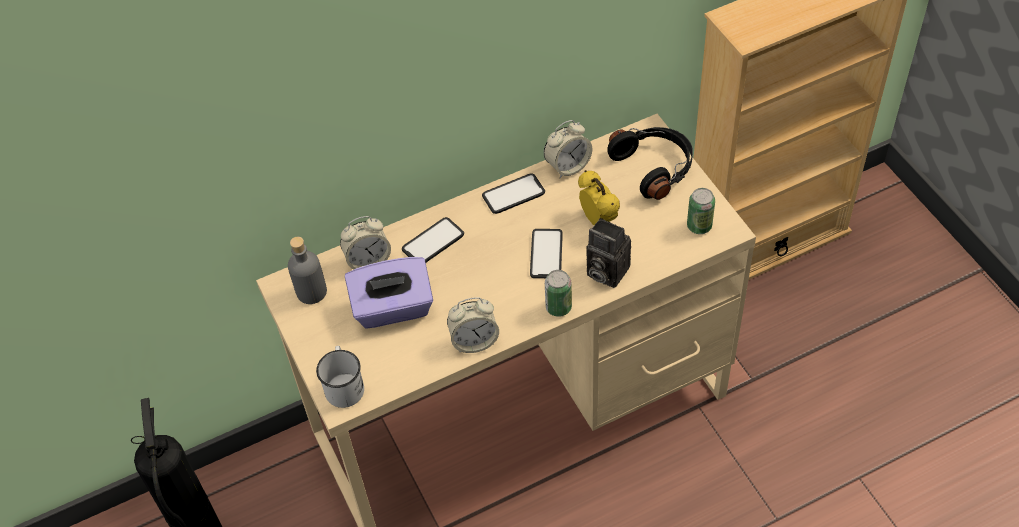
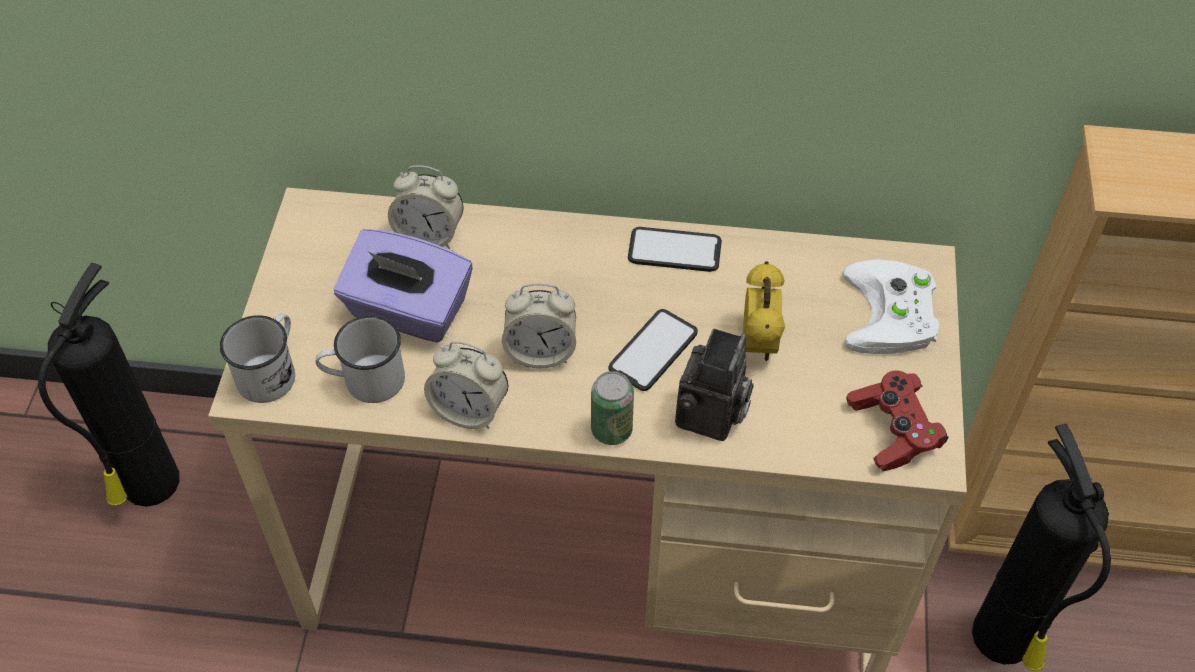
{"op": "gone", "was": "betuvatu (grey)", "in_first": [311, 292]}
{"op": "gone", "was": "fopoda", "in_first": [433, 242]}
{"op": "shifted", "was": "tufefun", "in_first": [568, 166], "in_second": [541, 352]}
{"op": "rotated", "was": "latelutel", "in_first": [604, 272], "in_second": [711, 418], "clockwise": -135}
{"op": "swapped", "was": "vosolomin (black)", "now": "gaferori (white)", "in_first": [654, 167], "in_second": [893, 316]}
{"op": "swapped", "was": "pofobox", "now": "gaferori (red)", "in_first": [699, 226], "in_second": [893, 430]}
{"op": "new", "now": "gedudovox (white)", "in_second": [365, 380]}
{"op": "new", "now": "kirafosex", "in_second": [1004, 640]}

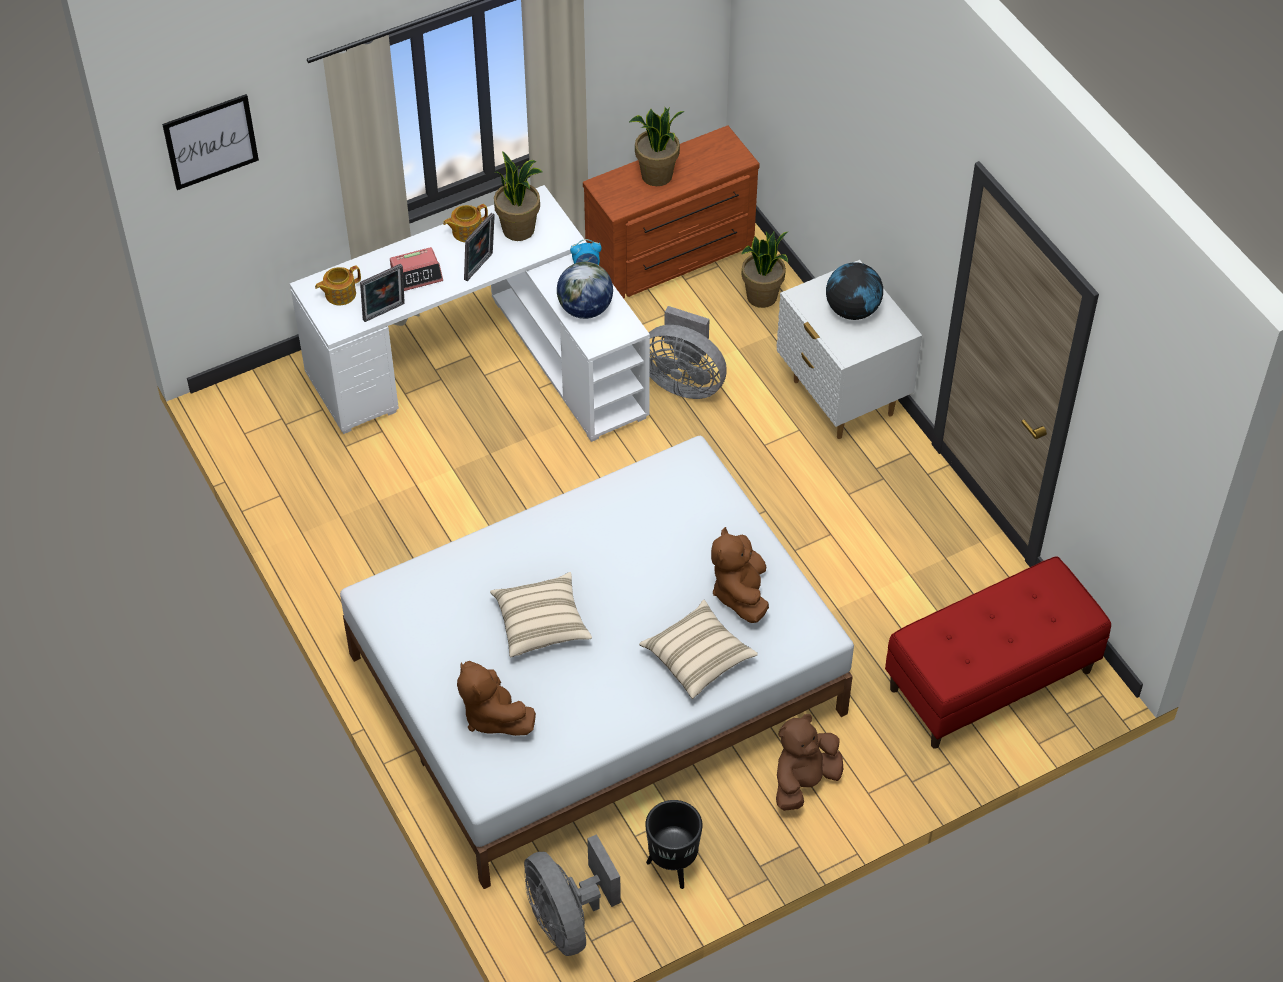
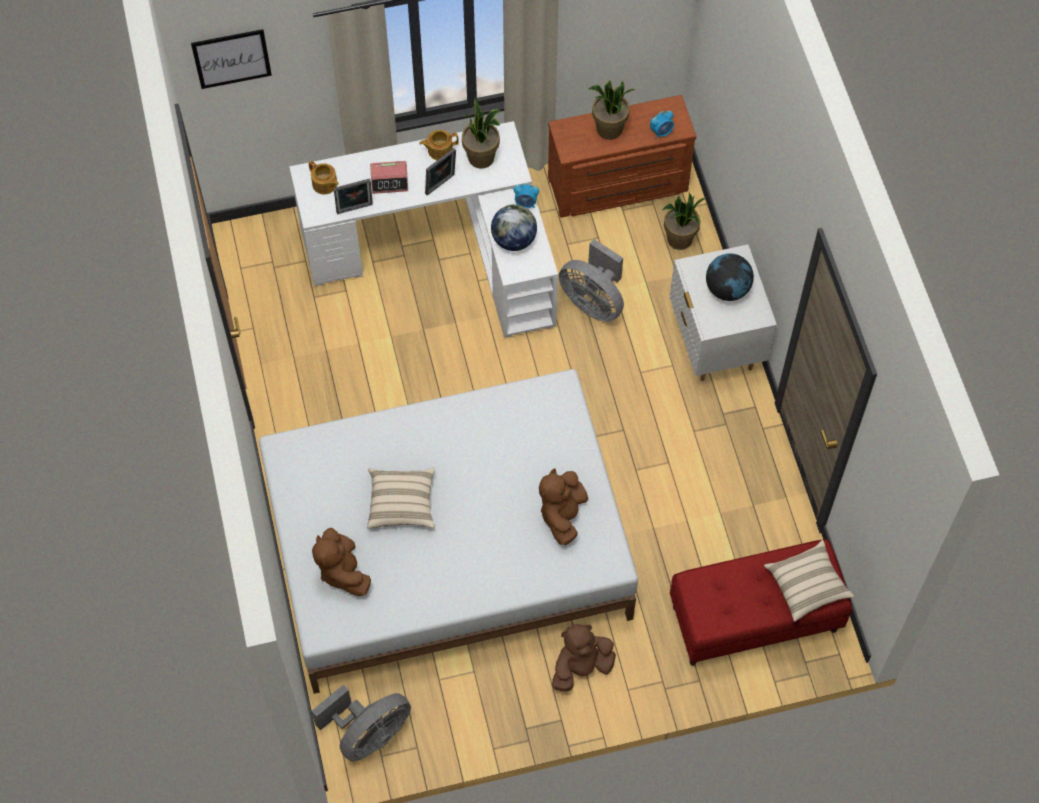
{"op": "rotated", "was": "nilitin", "in_first": [339, 294], "in_second": [325, 184], "clockwise": -120}
{"op": "rotated", "was": "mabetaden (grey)", "in_first": [567, 919], "in_second": [368, 734], "clockwise": -120}
{"op": "shifted", "was": "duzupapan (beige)", "in_first": [698, 658], "in_second": [806, 586]}
{"op": "gone", "was": "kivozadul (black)", "in_first": [674, 866]}
{"op": "new", "now": "tufefun", "in_second": [661, 132]}

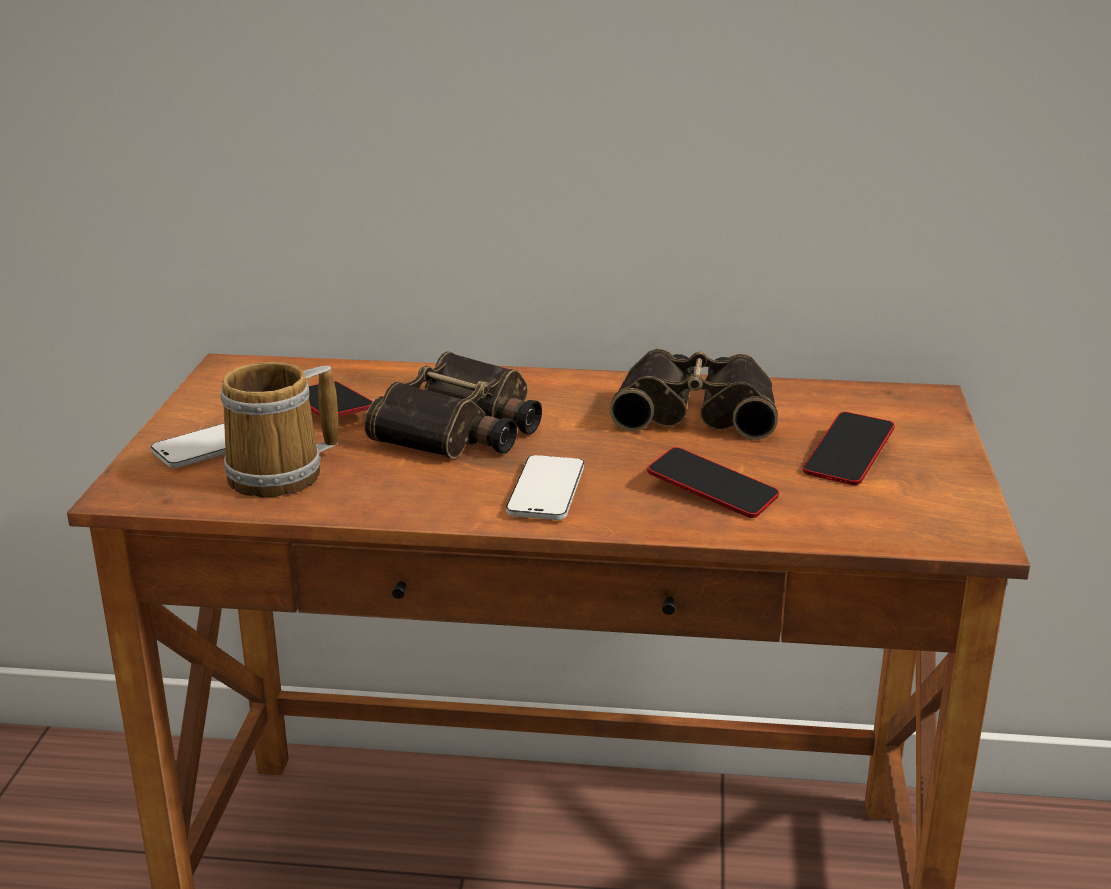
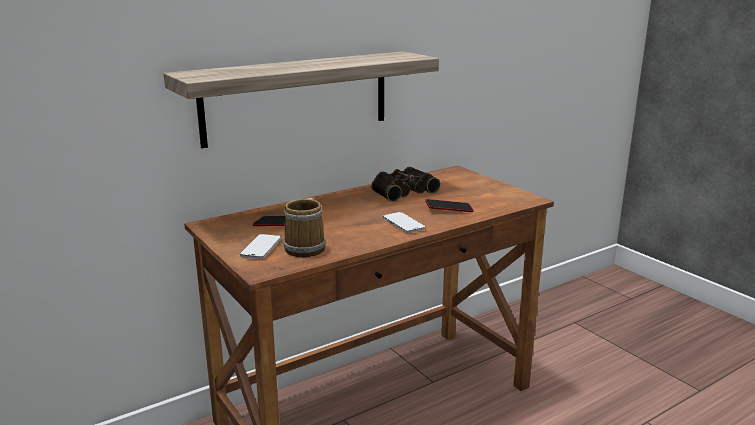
{"op": "gone", "was": "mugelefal", "in_first": [462, 428]}
{"op": "gone", "was": "fopoda", "in_first": [848, 456]}
{"op": "new", "now": "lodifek", "in_second": [297, 97]}

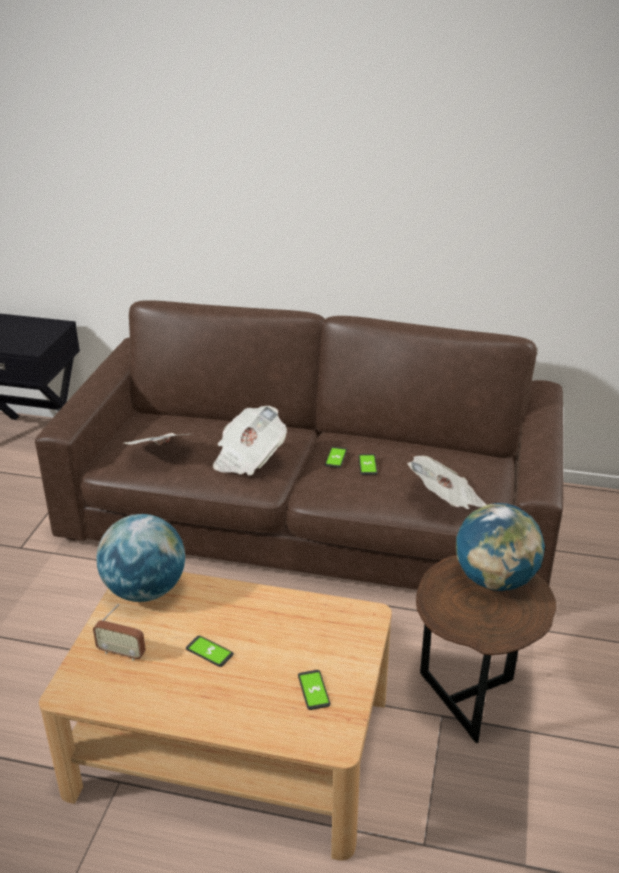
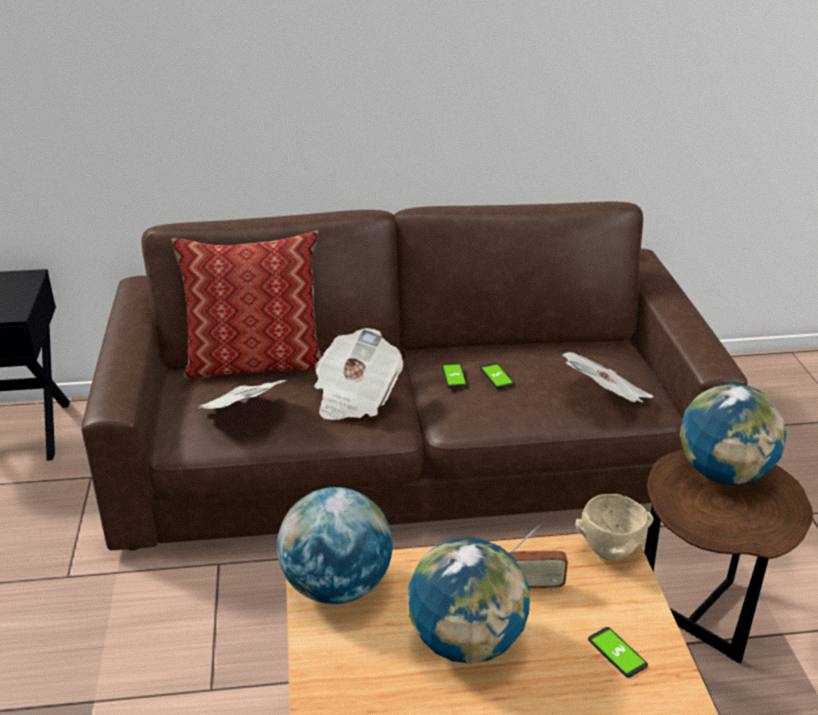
{"op": "shifted", "was": "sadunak", "in_first": [121, 653], "in_second": [533, 586]}
{"op": "swapped", "was": "fopoda", "now": "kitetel", "in_first": [209, 652], "in_second": [466, 641]}
{"op": "new", "now": "duzupapan", "in_second": [255, 362]}
{"op": "new", "now": "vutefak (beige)", "in_second": [608, 552]}

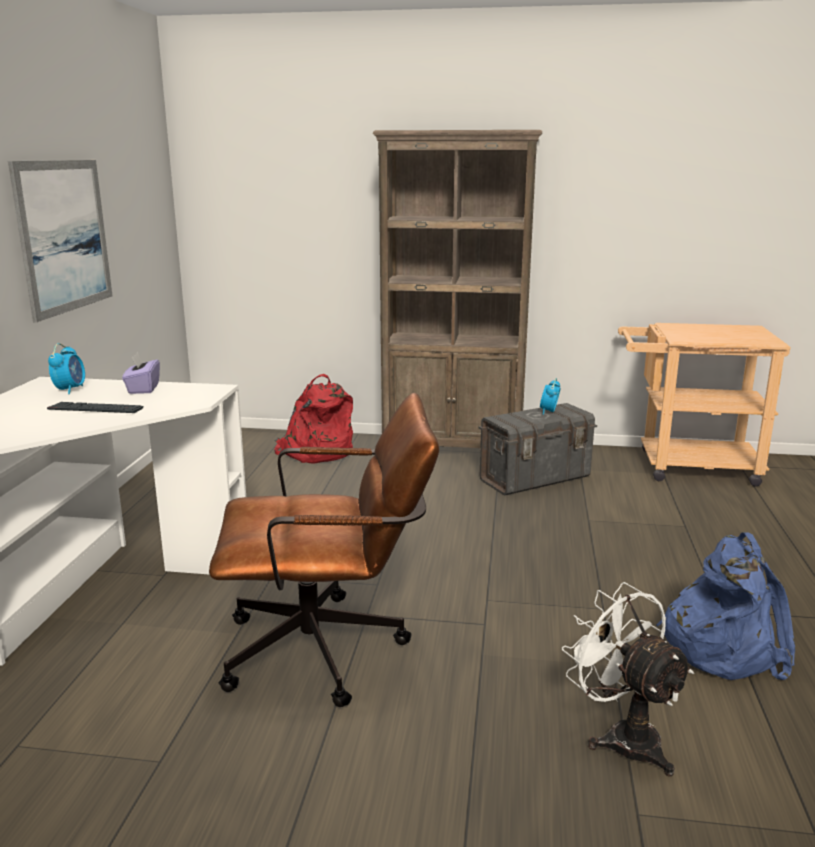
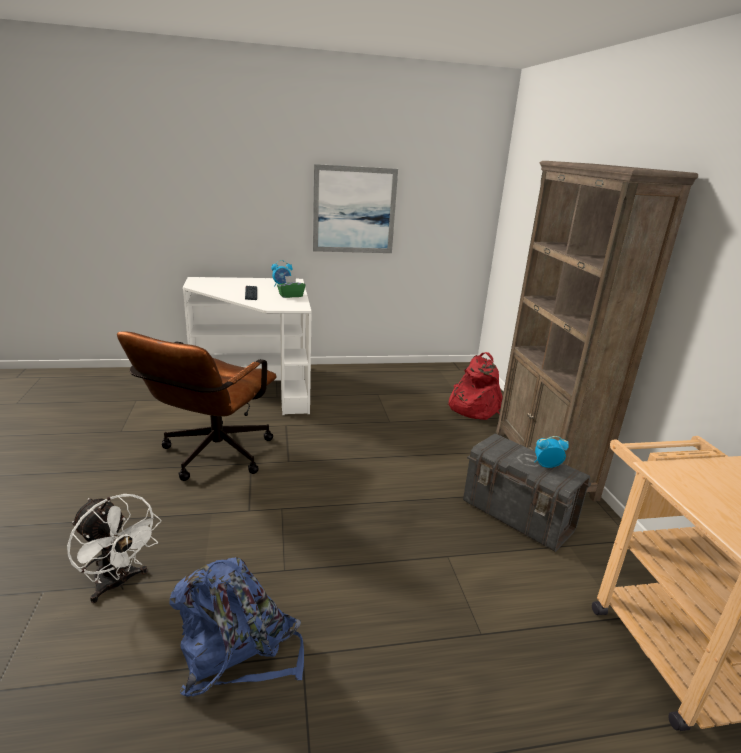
{"op": "repainted", "was": "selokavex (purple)", "now": "selokavex (green)", "in_first": [143, 389], "in_second": [291, 295]}
{"op": "rotated", "was": "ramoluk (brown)", "in_first": [330, 649], "in_second": [211, 457], "clockwise": 45}
{"op": "rotated", "was": "mabetaden (white)", "in_first": [623, 736], "in_second": [118, 584], "clockwise": 90}

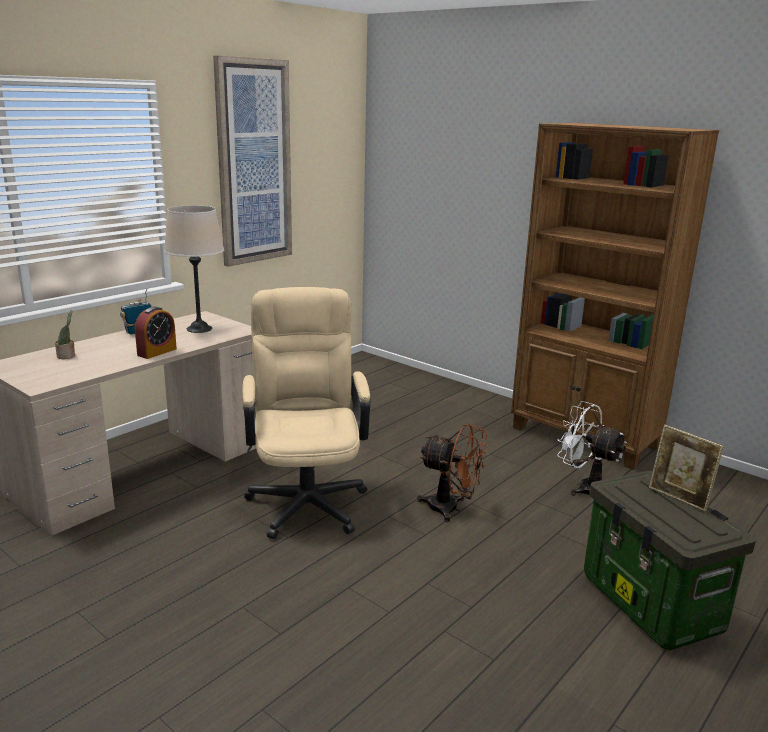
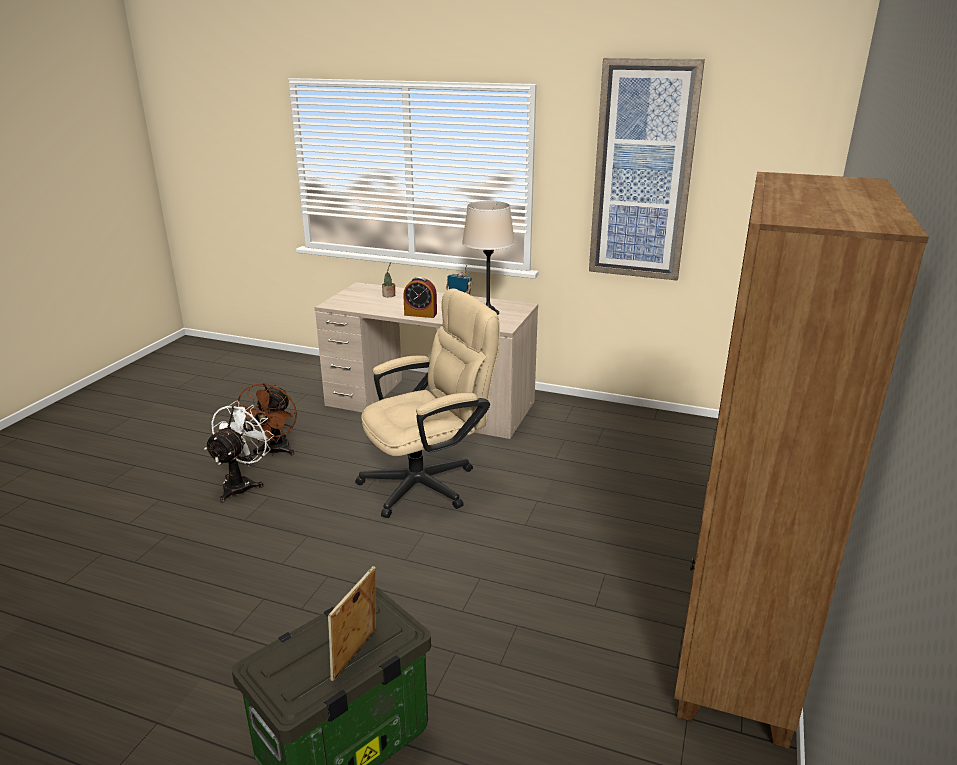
{"op": "shifted", "was": "mabetaden (brown)", "in_first": [451, 509], "in_second": [274, 452]}
{"op": "shifted", "was": "mabetaden (white)", "in_first": [585, 488], "in_second": [242, 484]}

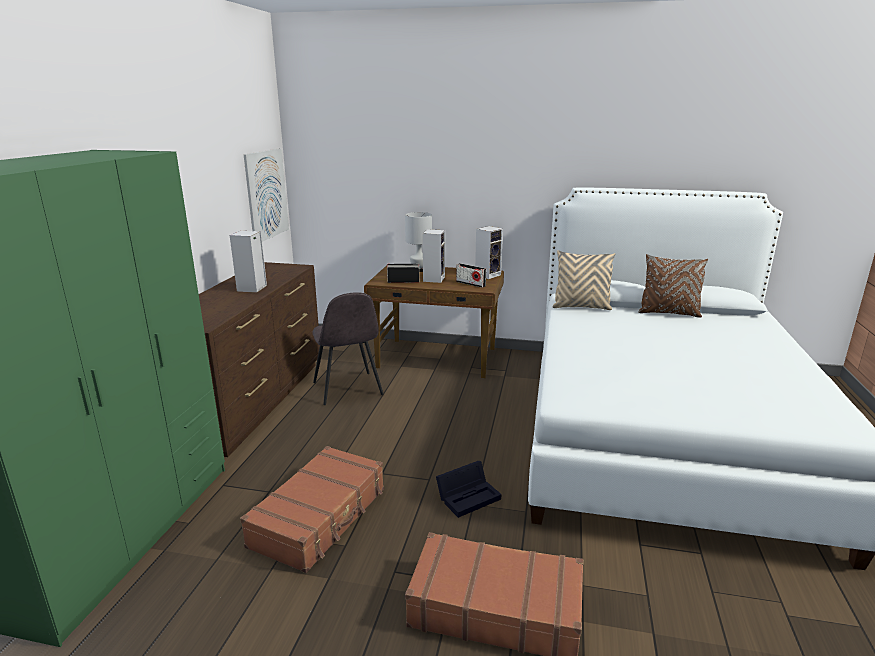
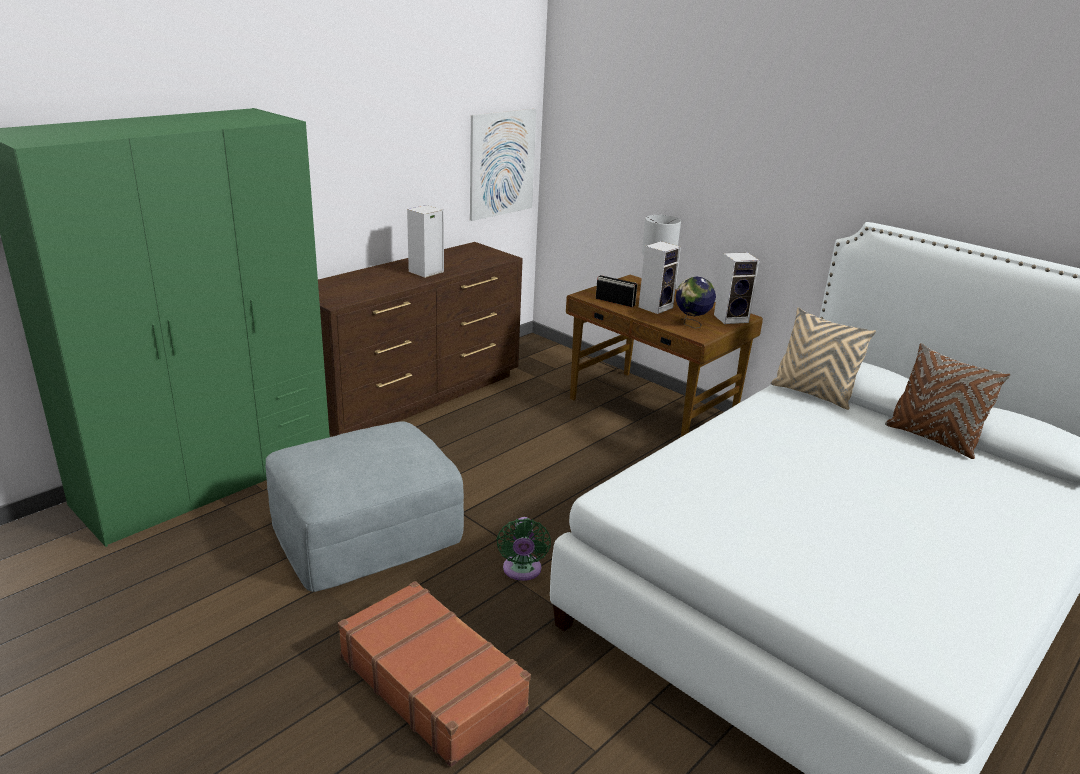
{"op": "swapped", "was": "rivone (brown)", "now": "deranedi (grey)", "in_first": [320, 517], "in_second": [366, 531]}
{"op": "gone", "was": "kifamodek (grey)", "in_first": [348, 389]}
{"op": "swapped", "was": "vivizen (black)", "now": "mabetaden (green)", "in_first": [469, 496], "in_second": [522, 571]}
{"op": "swapped", "was": "sadunak", "now": "kitetel", "in_first": [470, 284], "in_second": [691, 325]}

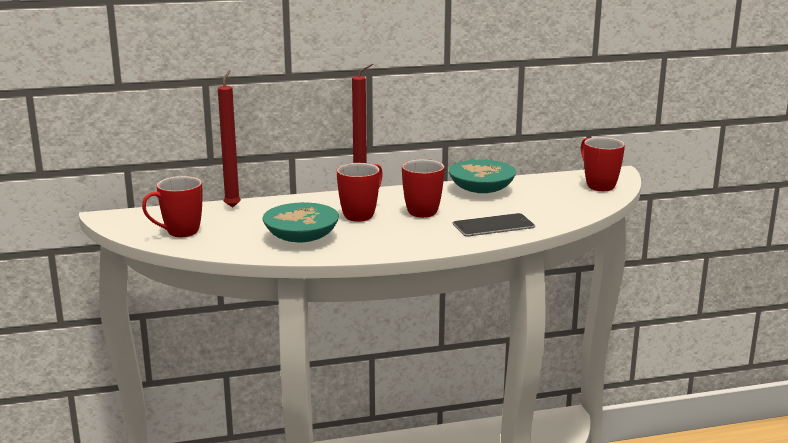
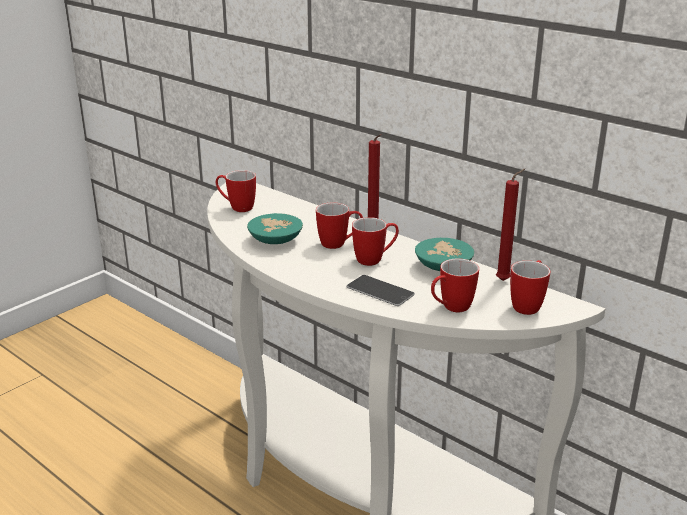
{"op": "shifted", "was": "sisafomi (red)", "in_first": [234, 206], "in_second": [505, 280]}
{"op": "new", "now": "gedudovox", "in_second": [450, 308]}

